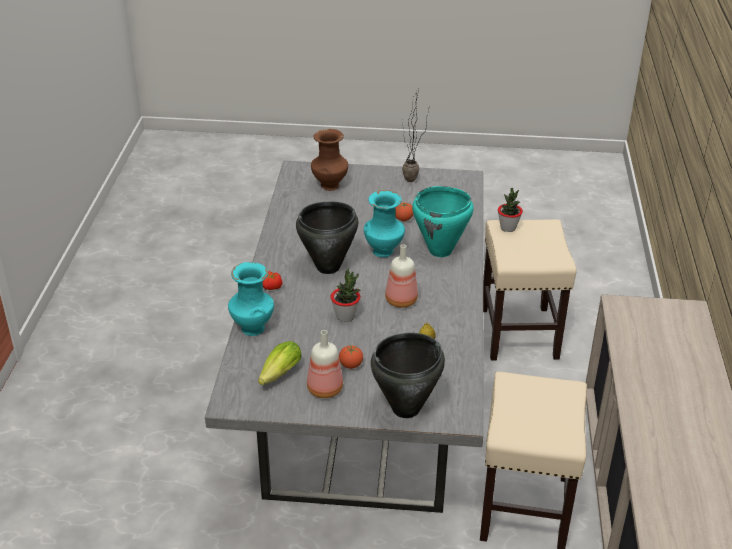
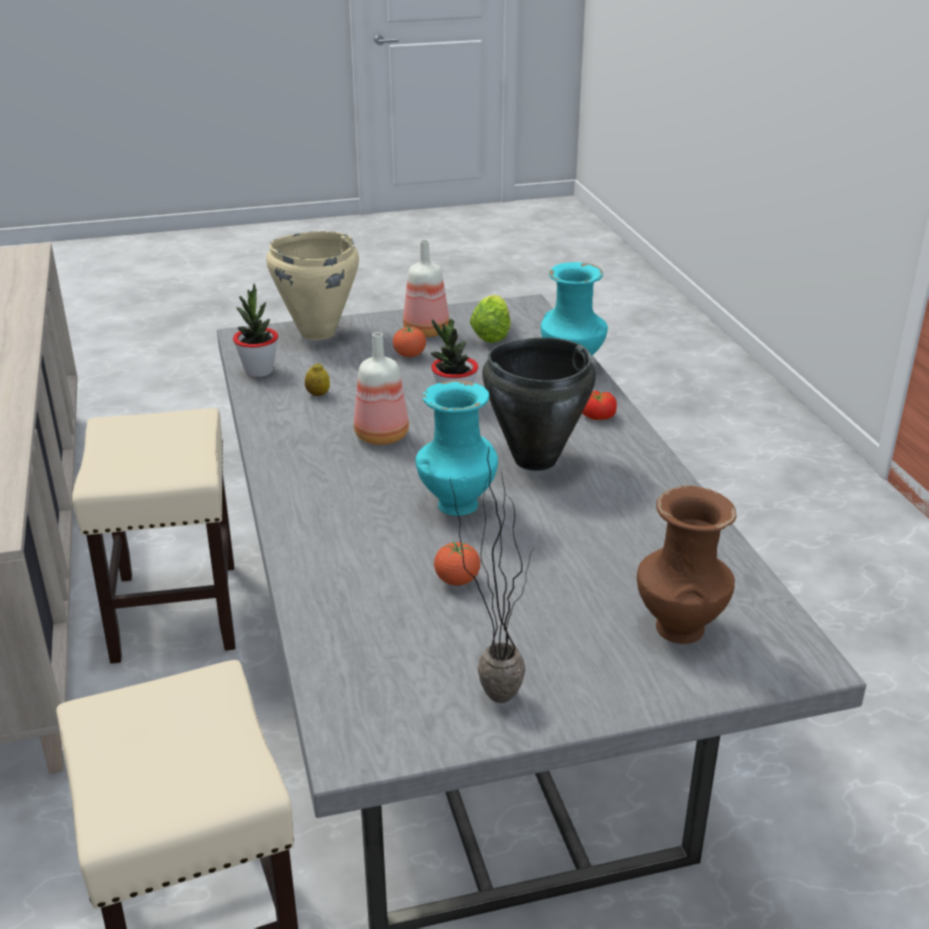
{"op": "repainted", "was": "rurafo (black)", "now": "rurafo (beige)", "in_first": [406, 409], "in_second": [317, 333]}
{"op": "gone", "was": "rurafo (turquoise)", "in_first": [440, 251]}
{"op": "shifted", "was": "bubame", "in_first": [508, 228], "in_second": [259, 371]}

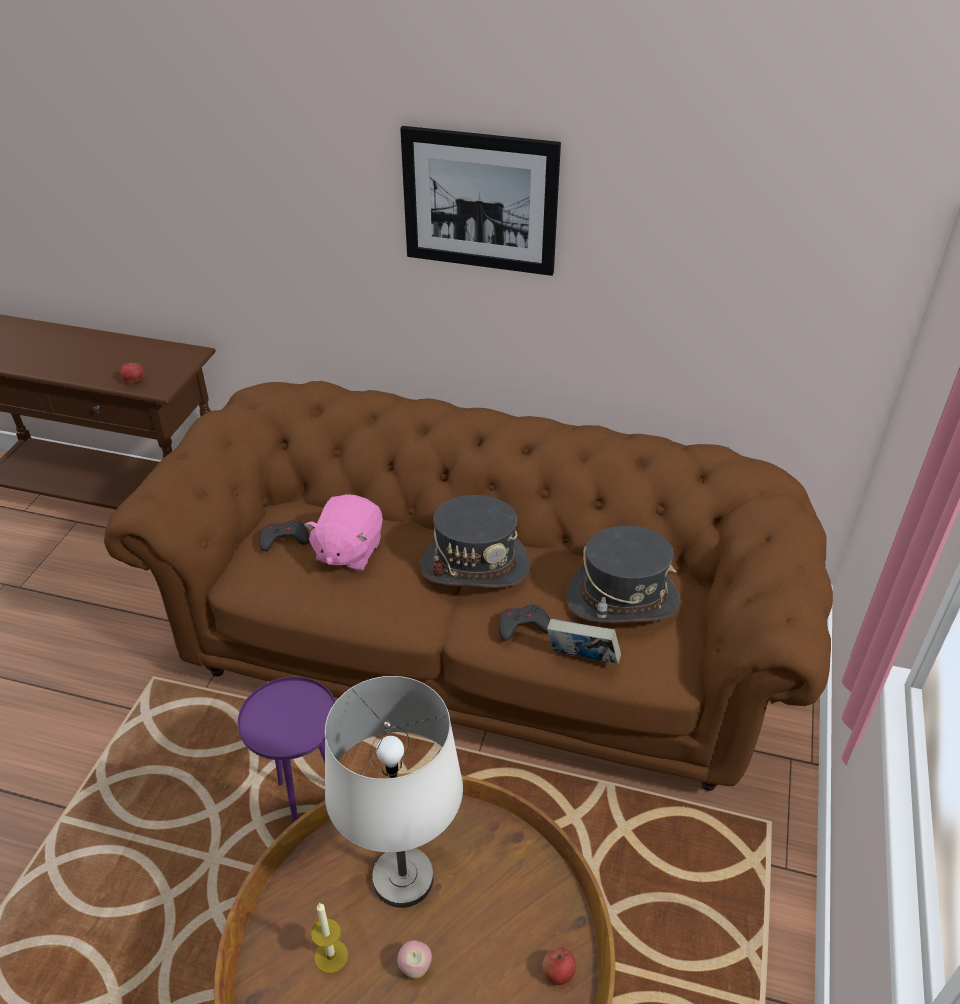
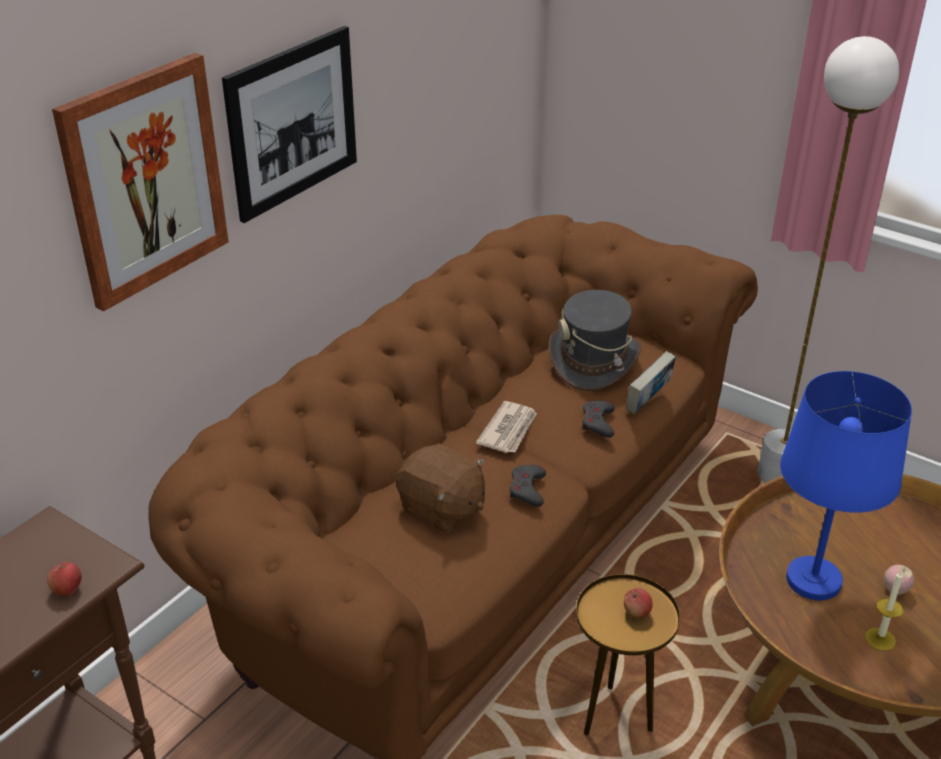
{"op": "repainted", "was": "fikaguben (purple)", "now": "fikaguben (brown)", "in_first": [305, 802], "in_second": [615, 717]}
{"op": "shifted", "was": "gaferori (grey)", "in_first": [284, 539], "in_second": [527, 489]}
{"op": "repainted", "was": "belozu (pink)", "now": "belozu (brown)", "in_first": [348, 551], "in_second": [441, 509]}
{"op": "repainted", "was": "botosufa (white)", "now": "botosufa (blue)", "in_first": [402, 879], "in_second": [814, 581]}
{"op": "swapped", "was": "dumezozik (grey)", "now": "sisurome", "in_first": [475, 566], "in_second": [509, 430]}
{"op": "shifted", "was": "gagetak", "in_first": [558, 973], "in_second": [636, 612]}
{"op": "new", "now": "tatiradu", "in_second": [144, 180]}
{"op": "new", "now": "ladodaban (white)", "in_second": [778, 475]}

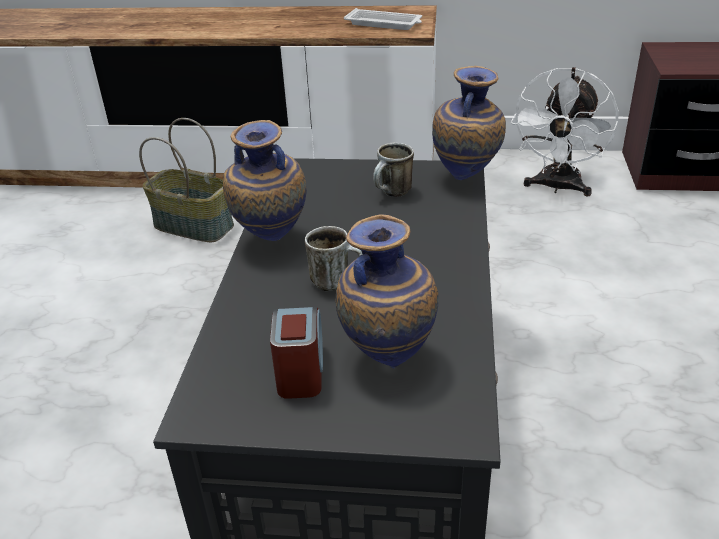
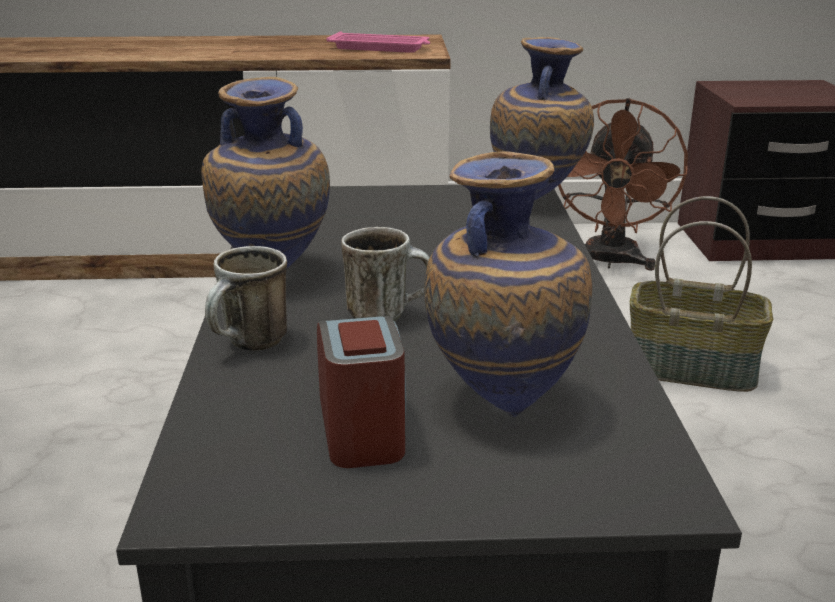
{"op": "shifted", "was": "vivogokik", "in_first": [195, 225], "in_second": [691, 368]}
{"op": "repainted", "was": "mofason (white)", "now": "mofason (pink)", "in_first": [384, 24], "in_second": [380, 48]}
{"op": "shifted", "was": "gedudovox", "in_first": [393, 194], "in_second": [251, 345]}
{"op": "repainted", "was": "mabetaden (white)", "now": "mabetaden (brown)", "in_first": [557, 187], "in_second": [610, 262]}

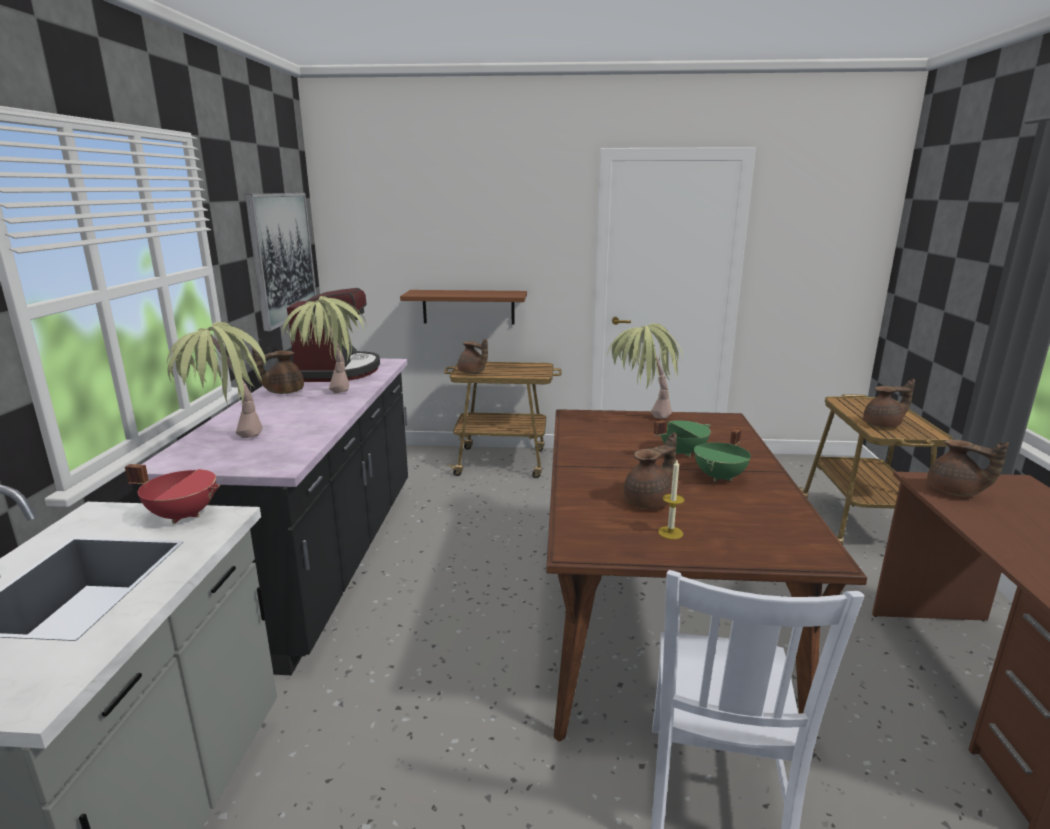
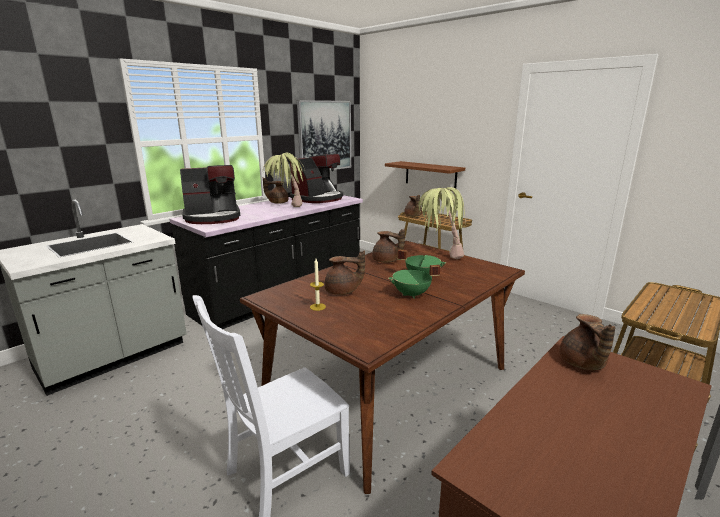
{"op": "gone", "was": "rurafo (red)", "in_first": [184, 515]}
{"op": "swapped", "was": "bubame", "now": "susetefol", "in_first": [232, 447], "in_second": [213, 218]}
{"op": "shifted", "was": "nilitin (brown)", "in_first": [883, 425], "in_second": [386, 261]}

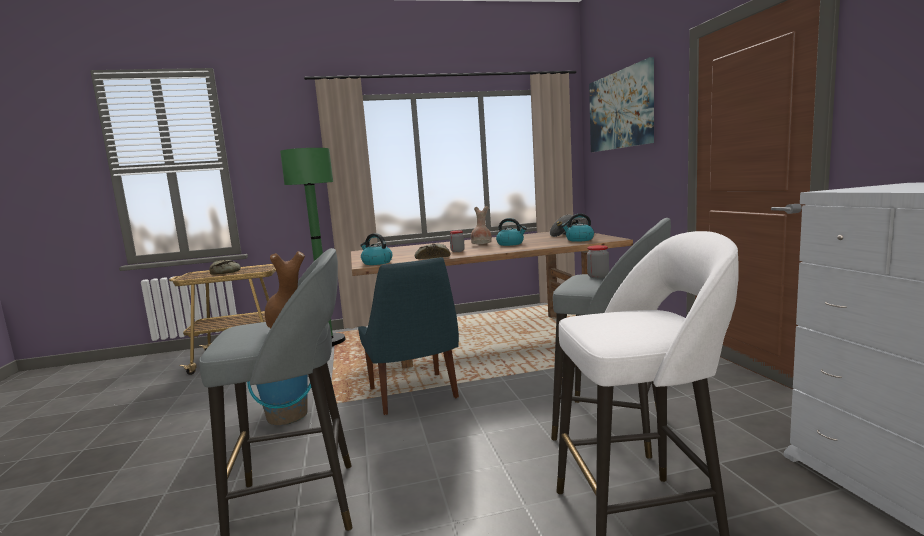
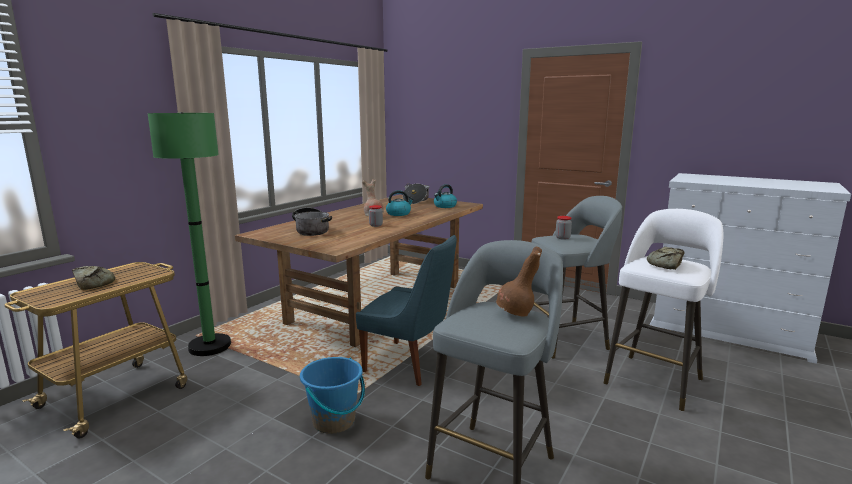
{"op": "gone", "was": "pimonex", "in_first": [376, 263]}
{"op": "shifted", "was": "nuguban", "in_first": [432, 257], "in_second": [665, 264]}
{"op": "gone", "was": "tatiradu", "in_first": [620, 110]}
{"op": "new", "now": "rurafo", "in_second": [311, 230]}

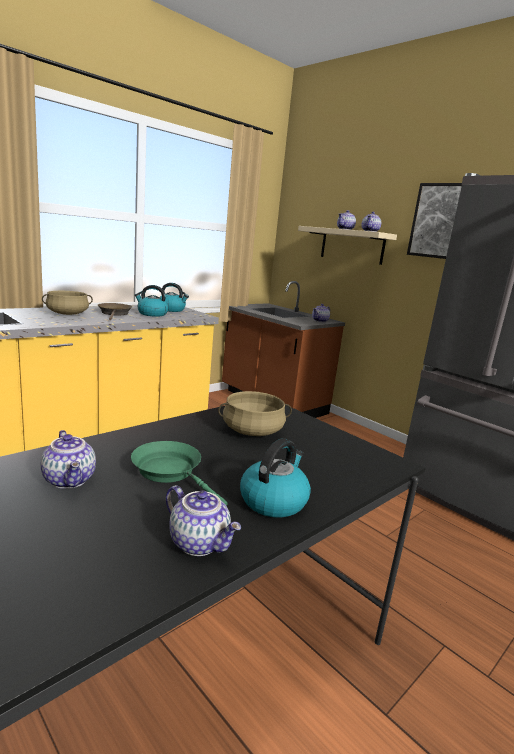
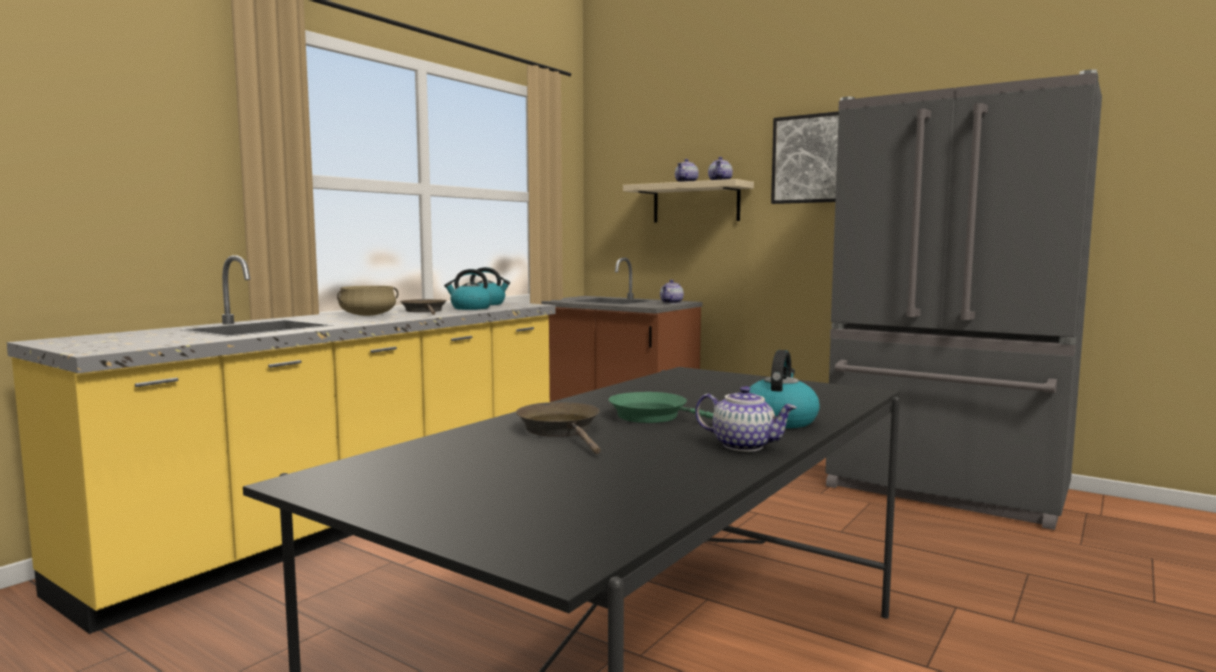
{"op": "swapped", "was": "nilitin", "now": "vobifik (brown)", "in_first": [70, 480], "in_second": [561, 430]}
{"op": "gone", "was": "rurafo (beige)", "in_first": [252, 431]}

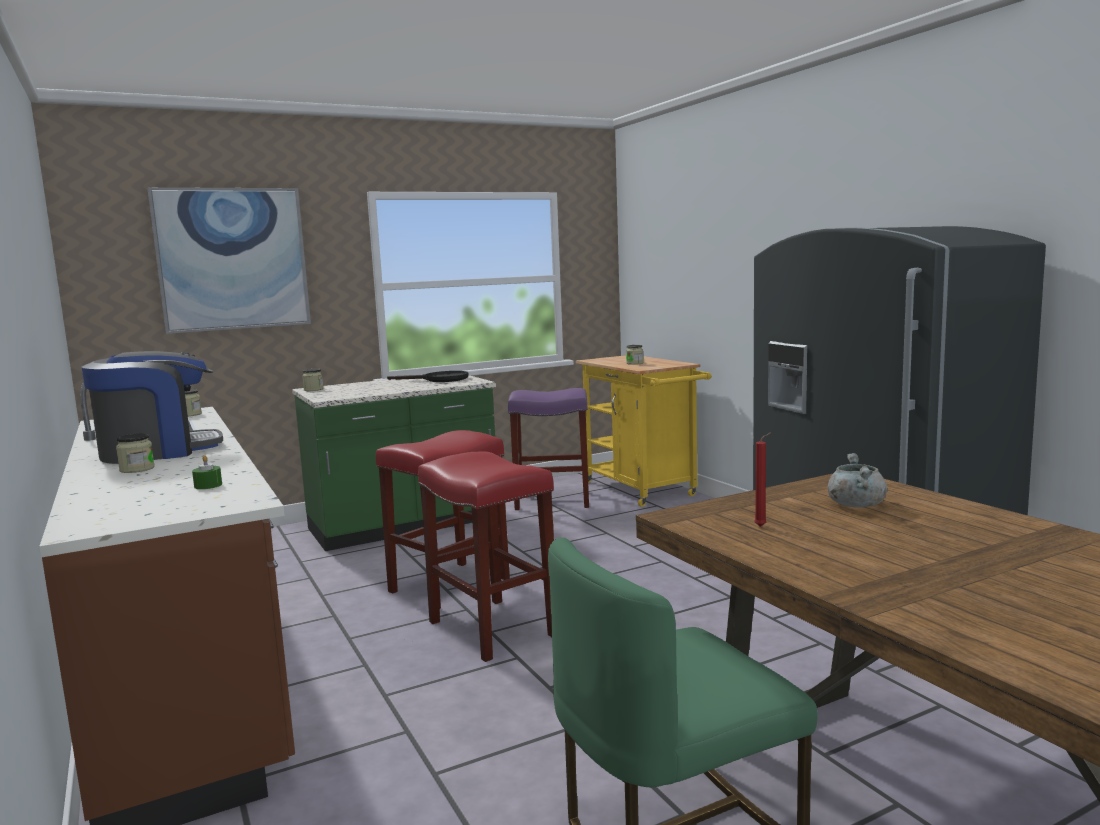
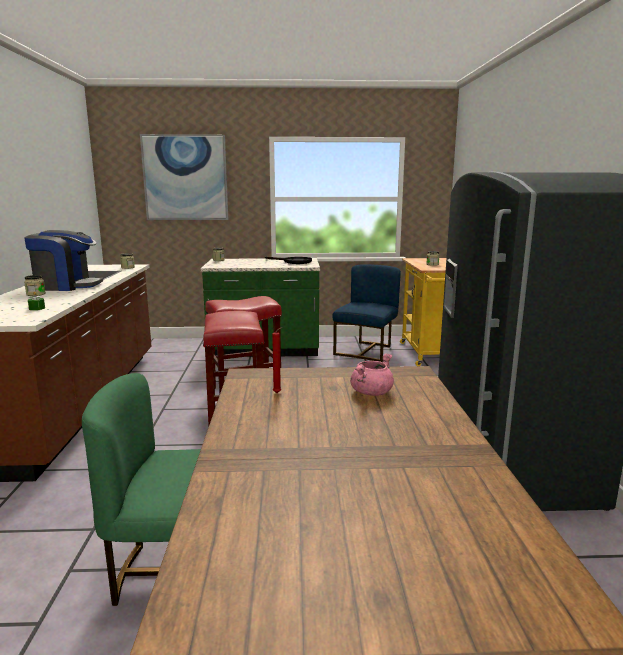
{"op": "swapped", "was": "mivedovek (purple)", "now": "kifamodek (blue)", "in_first": [553, 500], "in_second": [366, 351]}
{"op": "repainted", "was": "rurafo (grey)", "now": "rurafo (pink)", "in_first": [855, 504], "in_second": [371, 392]}

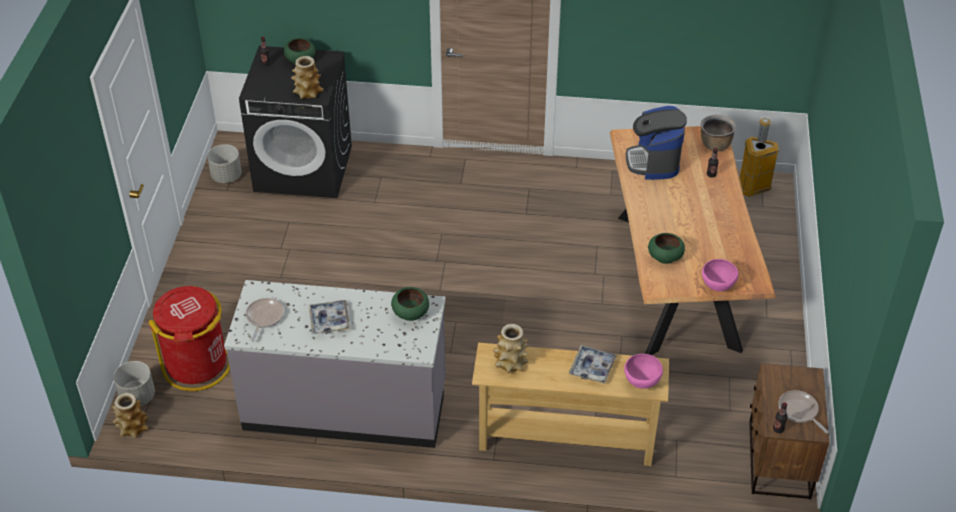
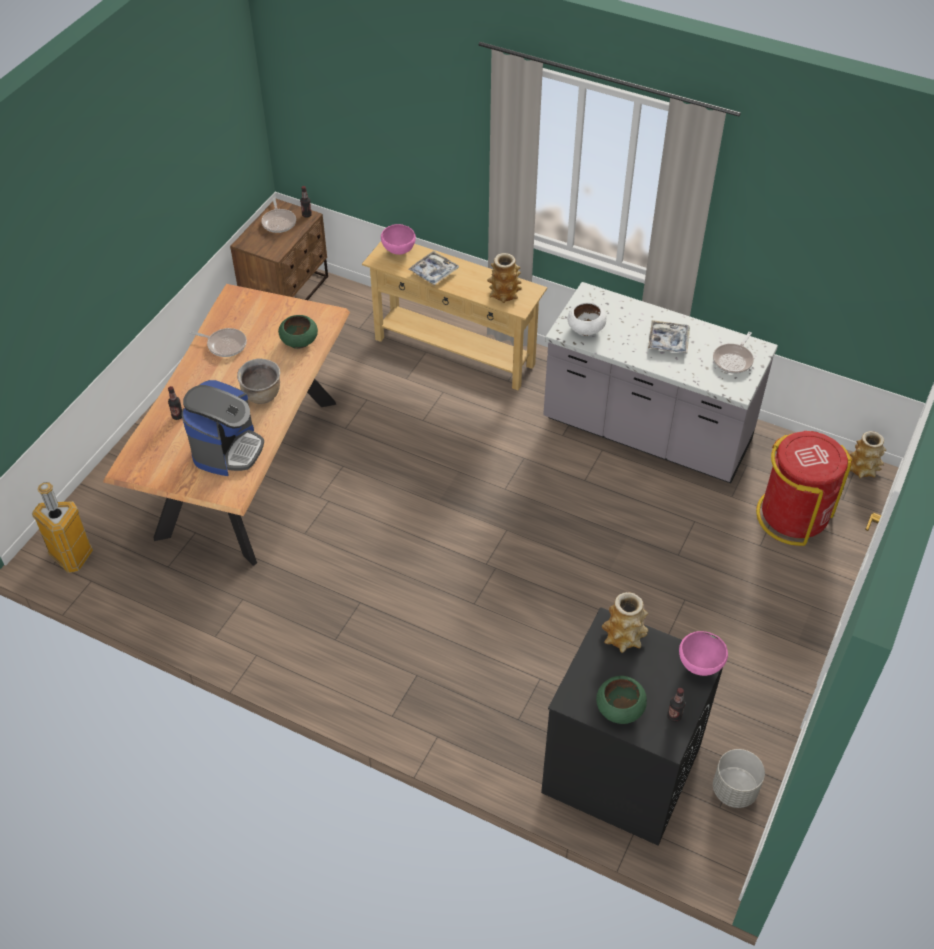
{"op": "gone", "was": "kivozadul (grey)", "in_first": [137, 396]}
{"op": "repainted", "was": "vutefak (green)", "now": "vutefak (white)", "in_first": [411, 312], "in_second": [585, 329]}
{"op": "shifted", "was": "rurafo (brown)", "in_first": [715, 145], "in_second": [262, 395]}
{"op": "shifted", "was": "vutefak (pink)", "in_first": [717, 286], "in_second": [700, 666]}
{"op": "new", "now": "vobifik", "in_second": [225, 345]}

